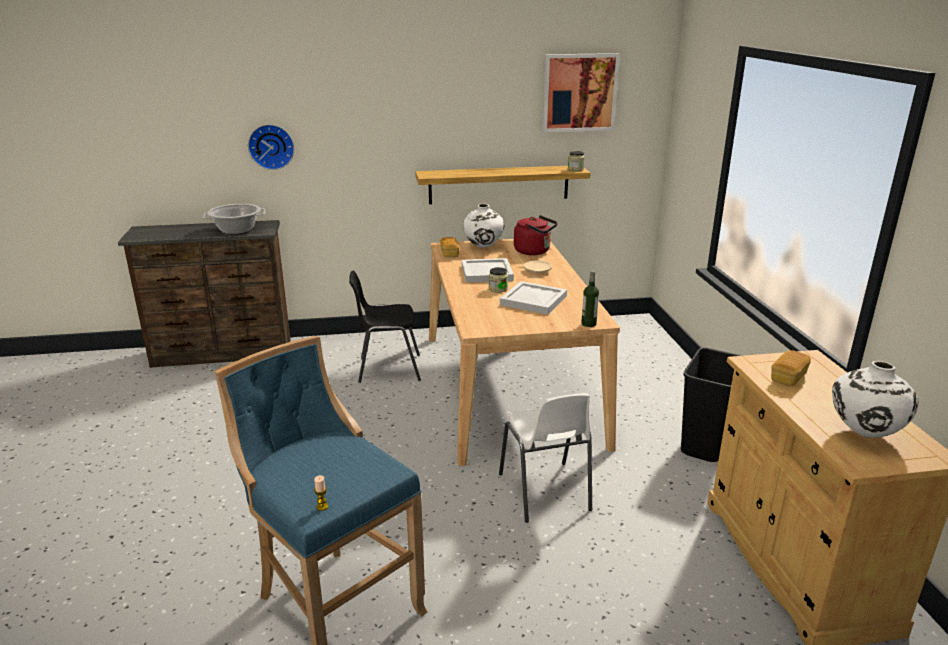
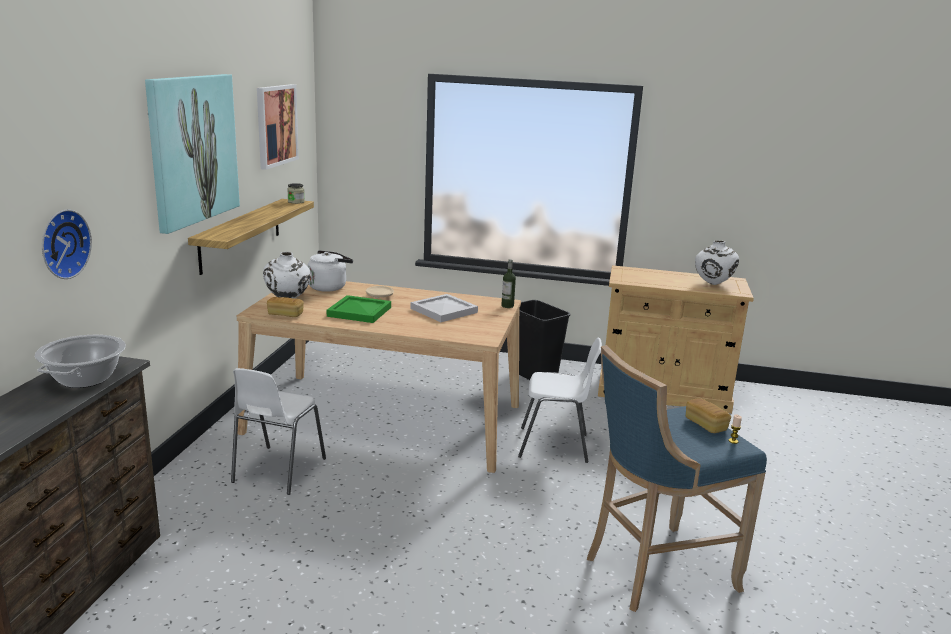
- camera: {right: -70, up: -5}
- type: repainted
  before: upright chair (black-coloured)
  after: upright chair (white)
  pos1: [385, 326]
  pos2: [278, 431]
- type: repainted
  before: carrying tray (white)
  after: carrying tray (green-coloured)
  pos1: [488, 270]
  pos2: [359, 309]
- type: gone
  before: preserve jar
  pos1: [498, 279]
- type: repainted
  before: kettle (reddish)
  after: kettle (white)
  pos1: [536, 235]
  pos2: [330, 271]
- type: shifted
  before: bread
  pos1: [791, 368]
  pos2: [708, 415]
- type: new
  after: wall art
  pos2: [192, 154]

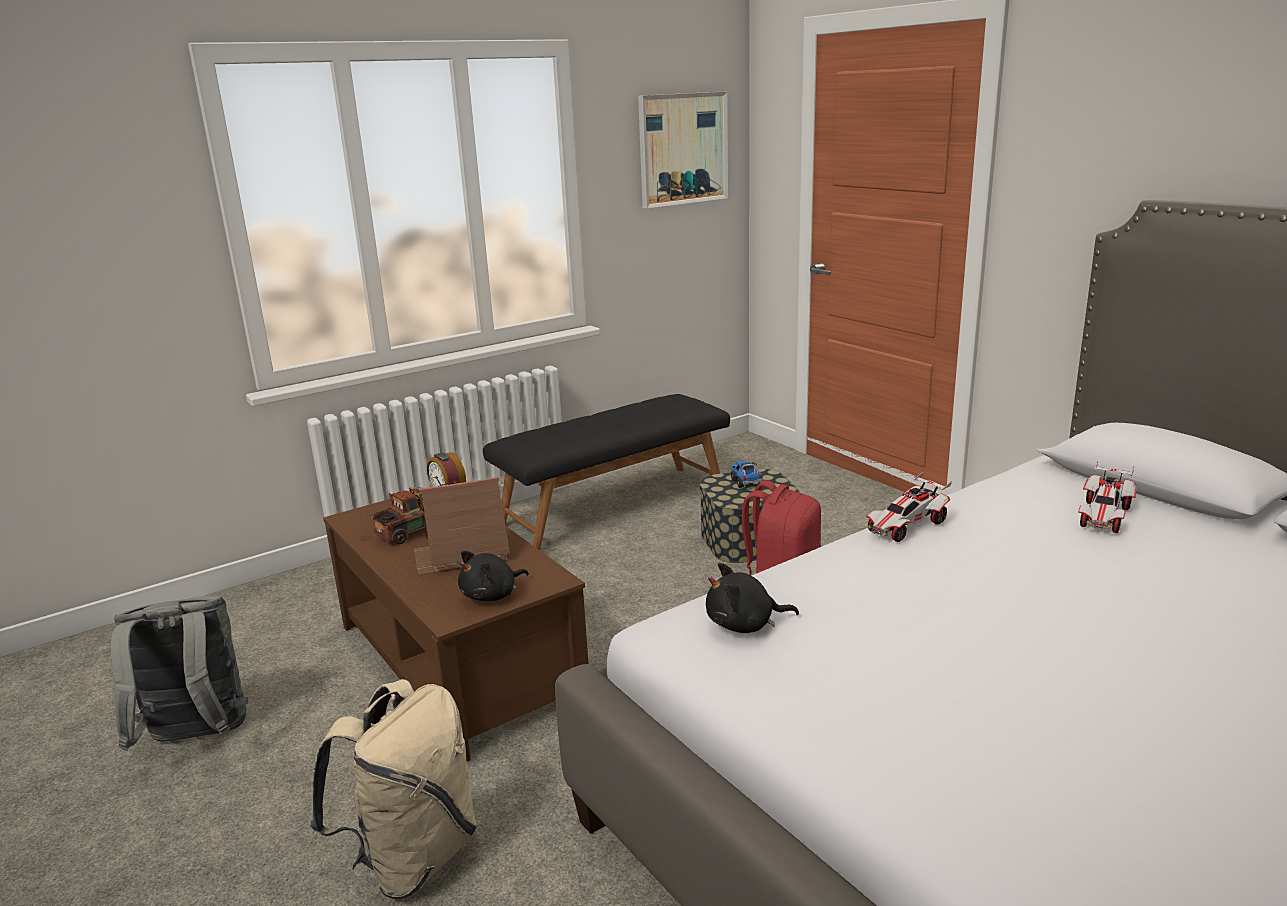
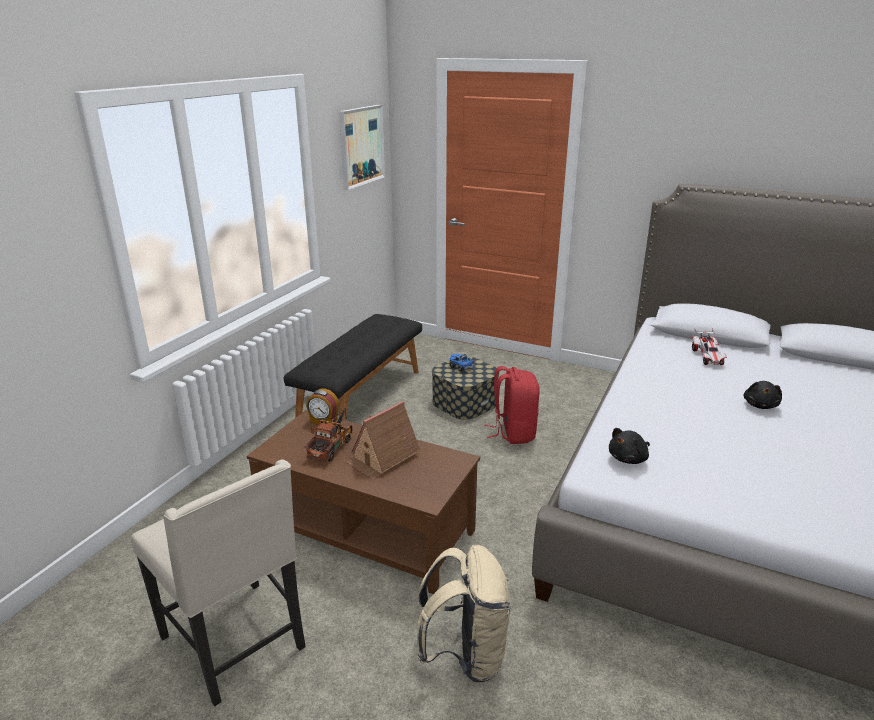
- camera: {right: -30, up: 5}
- type: swapped
  before: rucksack (grey)
  after: upright chair (beige-coloured)
  pos1: [179, 673]
  pos2: [218, 582]
- type: shifted
  before: soft toy (black-coloured)
  pos1: [493, 575]
  pos2: [763, 395]
- type: gone
  before: toy car
  pos1: [909, 507]

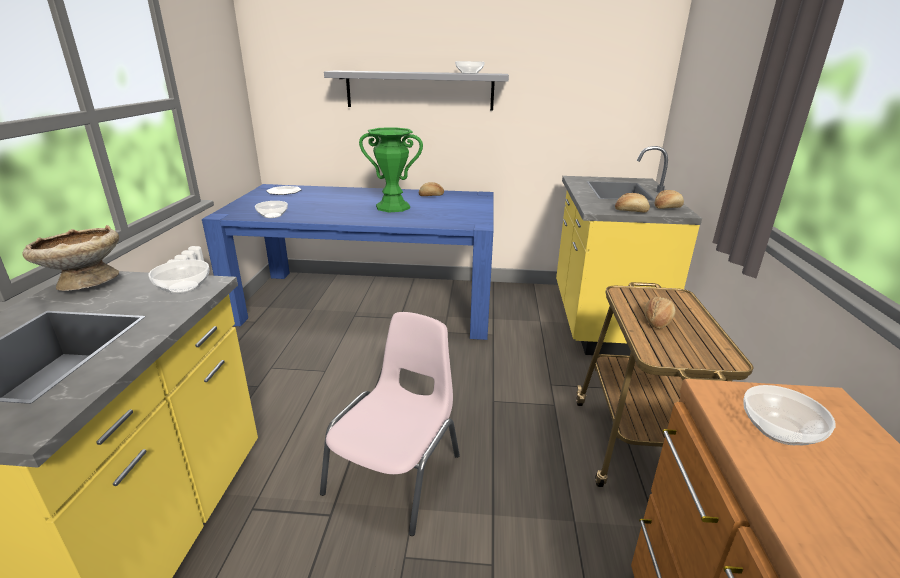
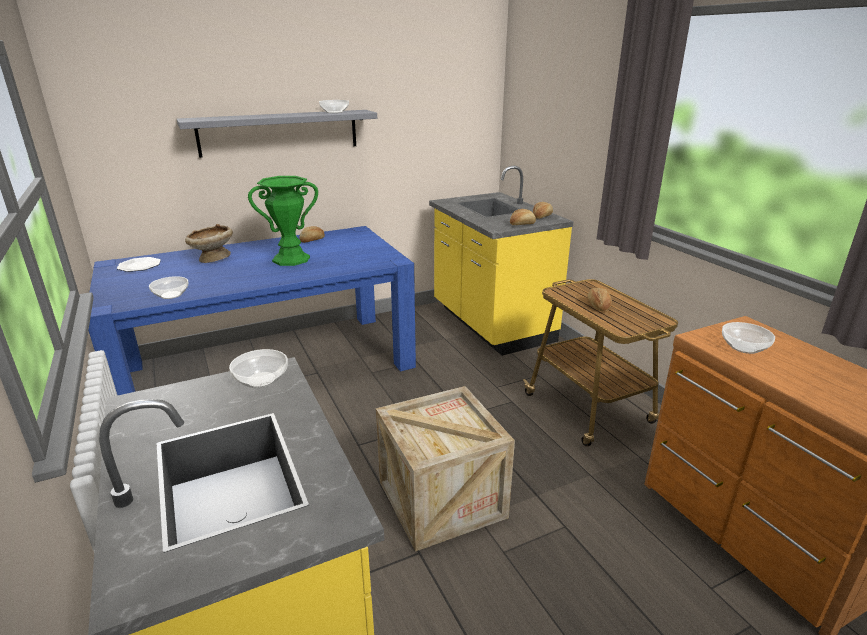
- camera: {right: -30, up: 0}
- type: shifted
  before: serving bowl (beige-coloured)
  pos1: [70, 258]
  pos2: [209, 243]
- type: swapped
  before: upright chair (pink-coloured)
  after: packing crate
  pos1: [390, 424]
  pos2: [445, 469]

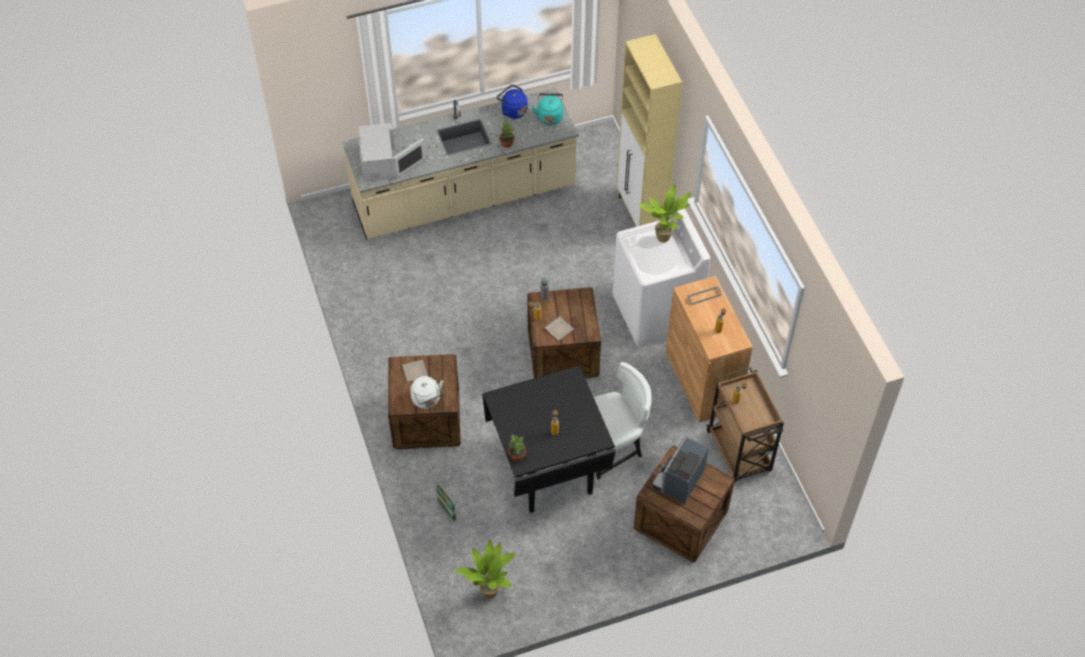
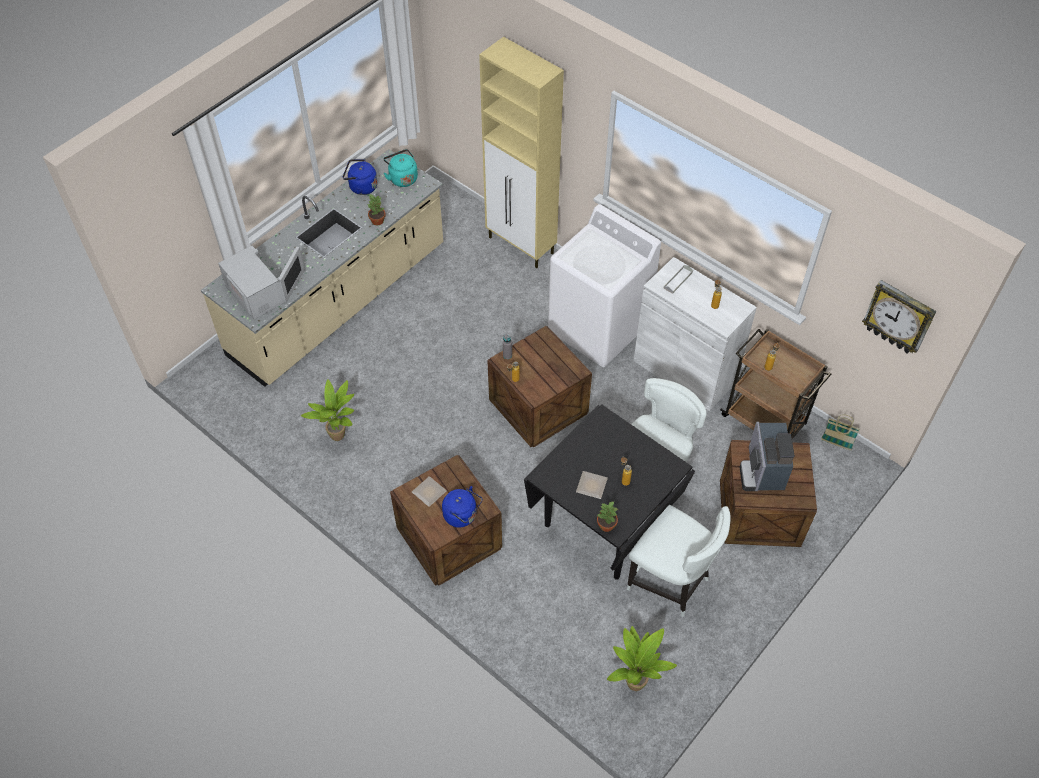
- camera: {right: -30, up: 0}
- type: repainted
  before: kettle (white)
  after: kettle (bluish)
  pos1: [426, 392]
  pos2: [462, 507]
- type: shifted
  before: basket
  pos1: [446, 503]
  pos2: [840, 432]
- type: shifted
  before: plate
  pos1: [559, 328]
  pos2: [592, 485]
- type: shifted
  before: plant in a pot
  pos1: [664, 213]
  pos2: [327, 410]
- type: repainted
  before: cabinet (brownish)
  after: cabinet (white)
  pos1: [709, 349]
  pos2: [695, 334]
- type: new
  after: upright chair (white)
  pos2: [678, 561]
- type: new
  after: hanging clock
  pos2: [899, 317]

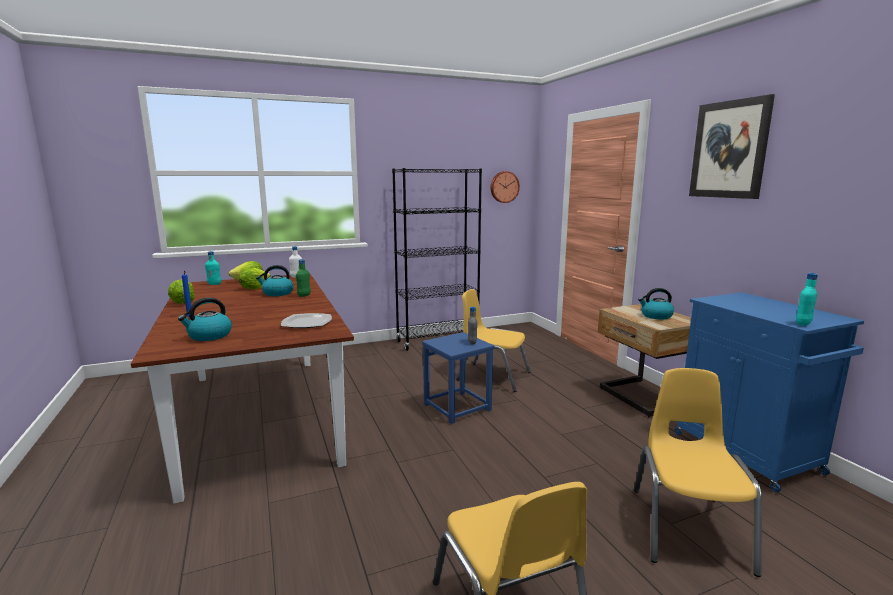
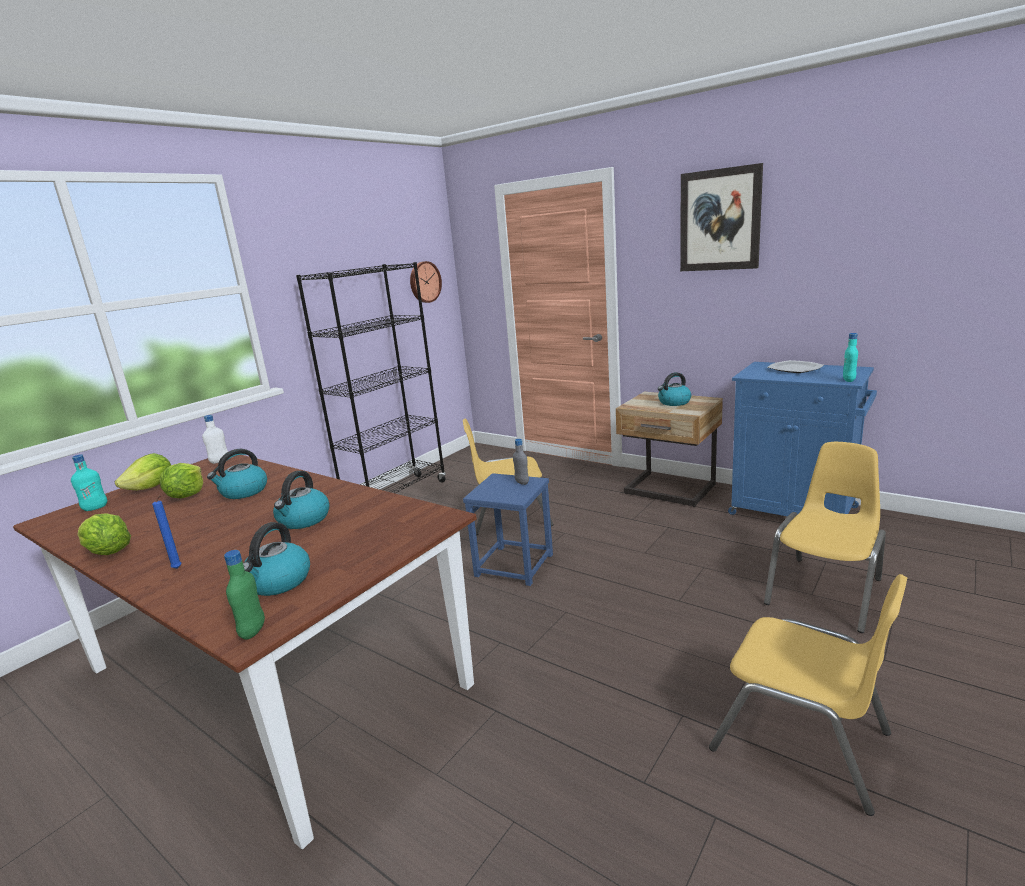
- camera: {right: -30, up: 5}
- type: shifted
  before: plate
  pos1: [306, 320]
  pos2: [795, 366]
- type: shifted
  before: beverage bottle (green-coloured)
  pos1: [303, 278]
  pos2: [244, 595]
- type: rotated
  before: upright chair (yellowish)
  pos1: [698, 472]
  pos2: [825, 537]
  turn: 60
- type: new
  after: kettle
  pos2: [301, 500]

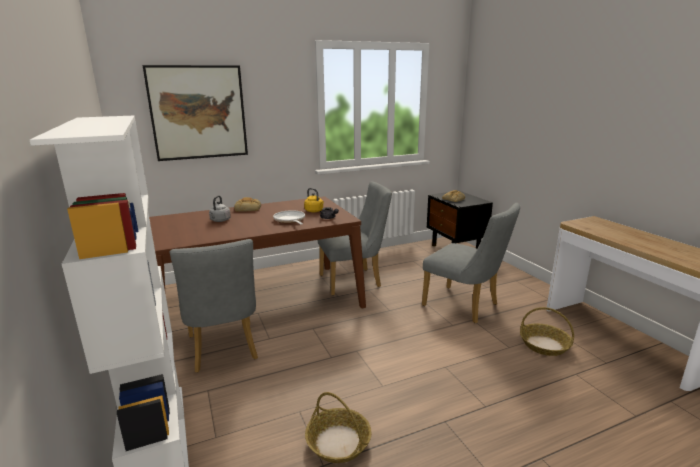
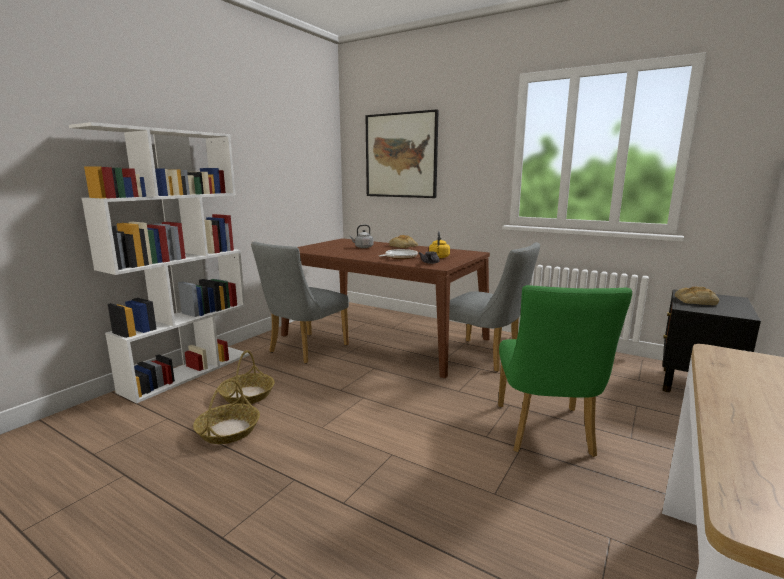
- camera: {right: 55, up: -5}
- type: repainted
  before: upright chair (grey)
  after: upright chair (green-coloured)
  pos1: [471, 263]
  pos2: [565, 371]
- type: shifted
  before: basket
  pos1: [547, 331]
  pos2: [246, 377]

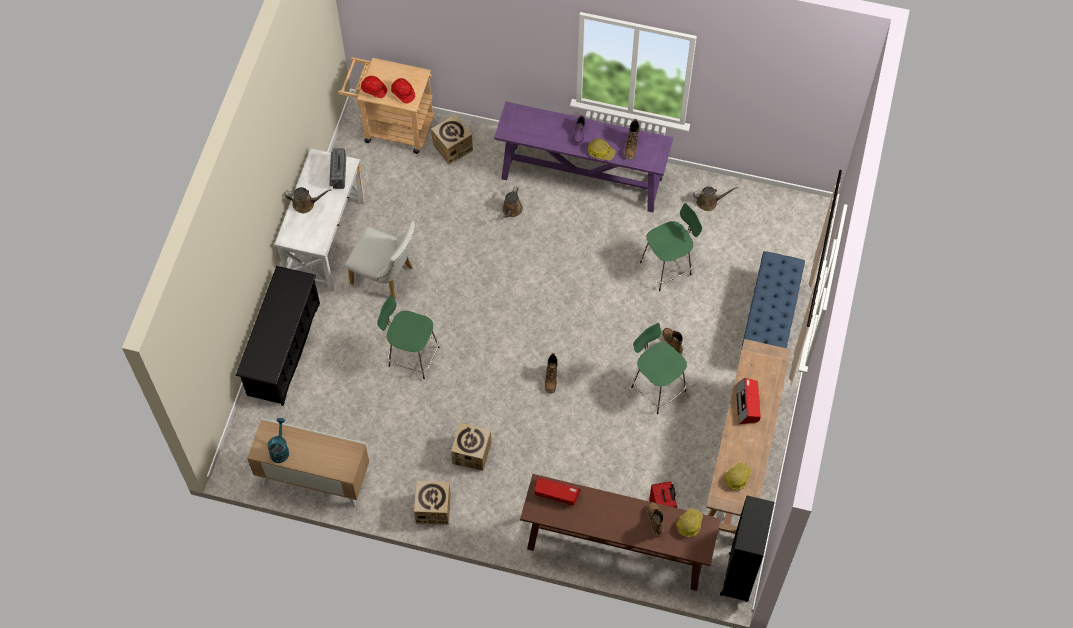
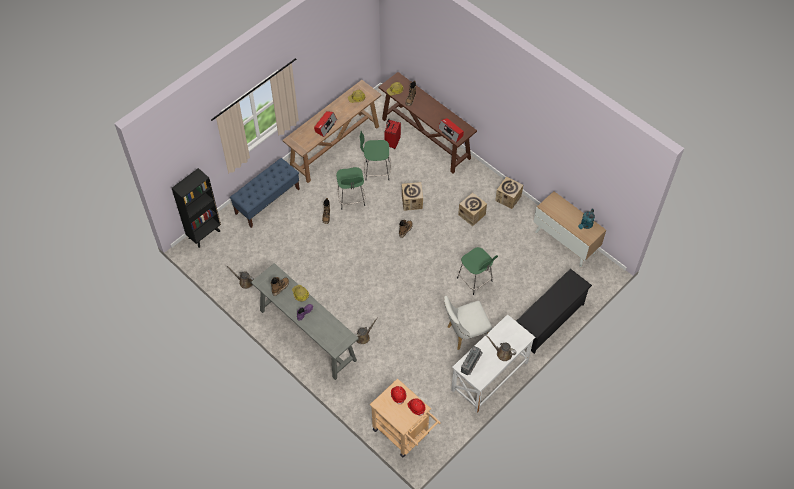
- camera: {right: -150, up: -5}
- type: rotated
  before: upright chair (white)
  pos1: [380, 260]
  pos2: [468, 322]
  turn: -75
- type: shifted
  before: cardboard box
  pos1: [452, 140]
  pos2: [412, 196]
- type: repainted
  before: console table (purple)
  after: console table (grey)
  pos1: [583, 157]
  pos2: [305, 321]
- type: shifted
  before: stool seat (green-coloured)
  pos1: [671, 247]
  pos2: [375, 156]
- type: shifted
  before: bookshelf (black-coloured)
  pos1: [747, 548]
  pos2: [196, 208]

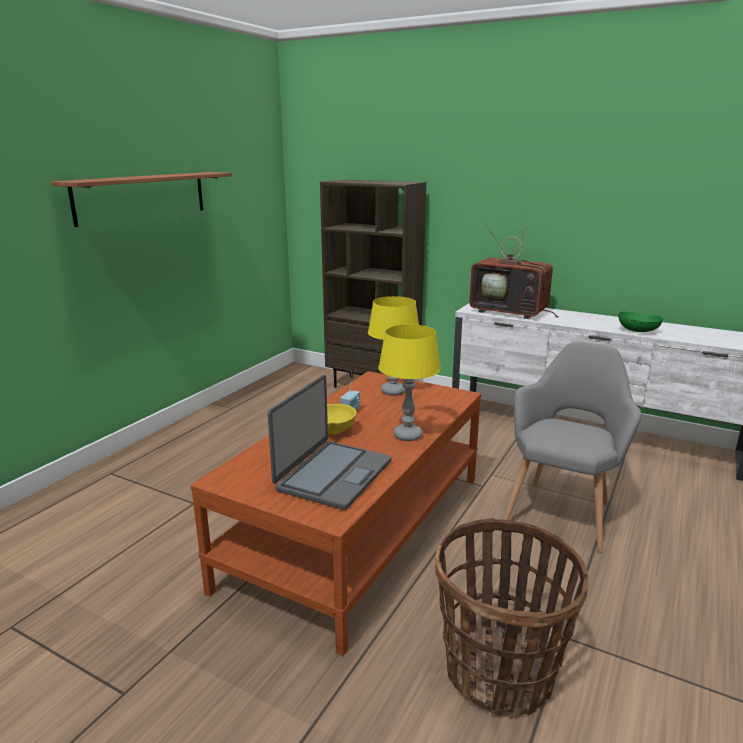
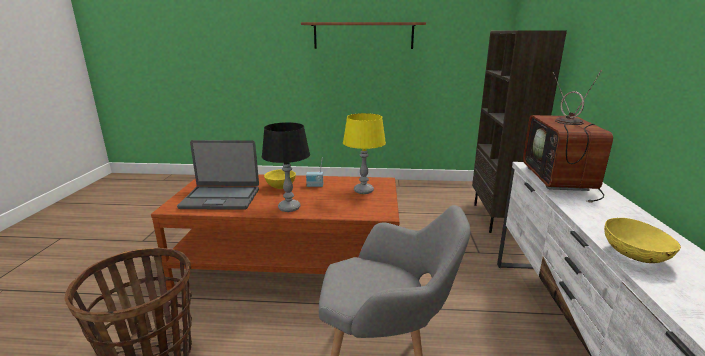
- camera: {right: 65, up: 0}
- type: repainted
  before: table lamp (yellowish)
  after: table lamp (black-coloured)
  pos1: [409, 382]
  pos2: [286, 167]
- type: repainted
  before: serving bowl (green-coloured)
  after: serving bowl (yellowish)
  pos1: [641, 321]
  pos2: [642, 240]

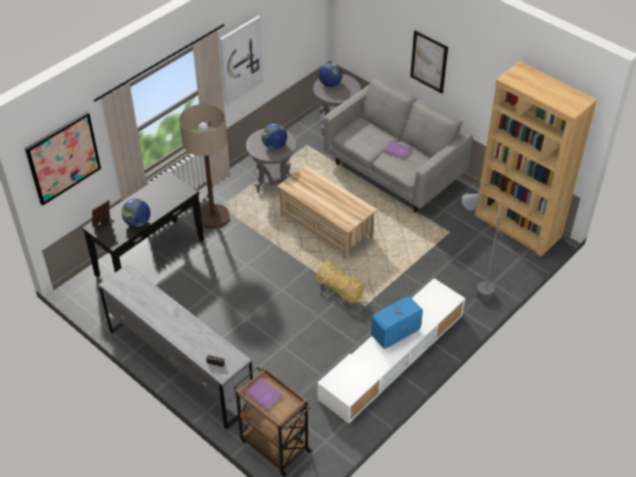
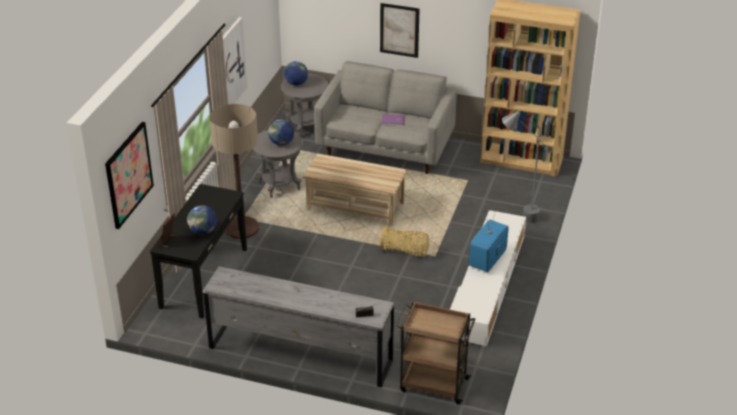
- camera: {right: -25, up: -10}
- type: gone
  before: volume (purple)
  pos1: [264, 394]

